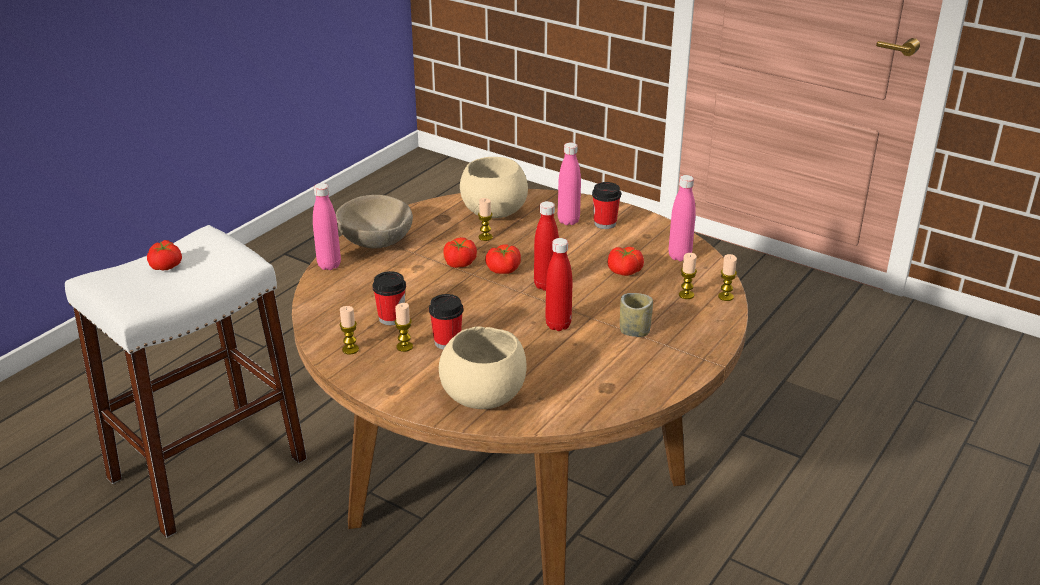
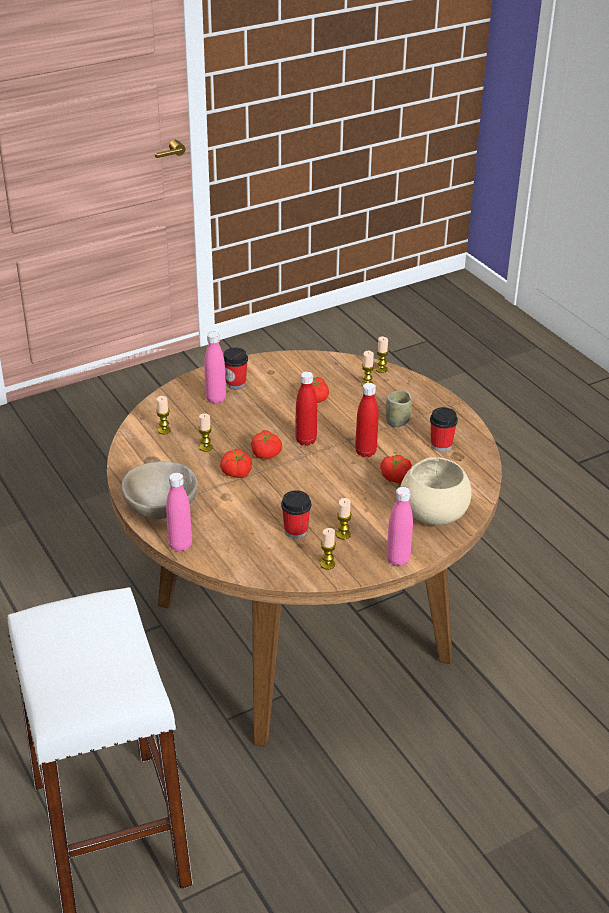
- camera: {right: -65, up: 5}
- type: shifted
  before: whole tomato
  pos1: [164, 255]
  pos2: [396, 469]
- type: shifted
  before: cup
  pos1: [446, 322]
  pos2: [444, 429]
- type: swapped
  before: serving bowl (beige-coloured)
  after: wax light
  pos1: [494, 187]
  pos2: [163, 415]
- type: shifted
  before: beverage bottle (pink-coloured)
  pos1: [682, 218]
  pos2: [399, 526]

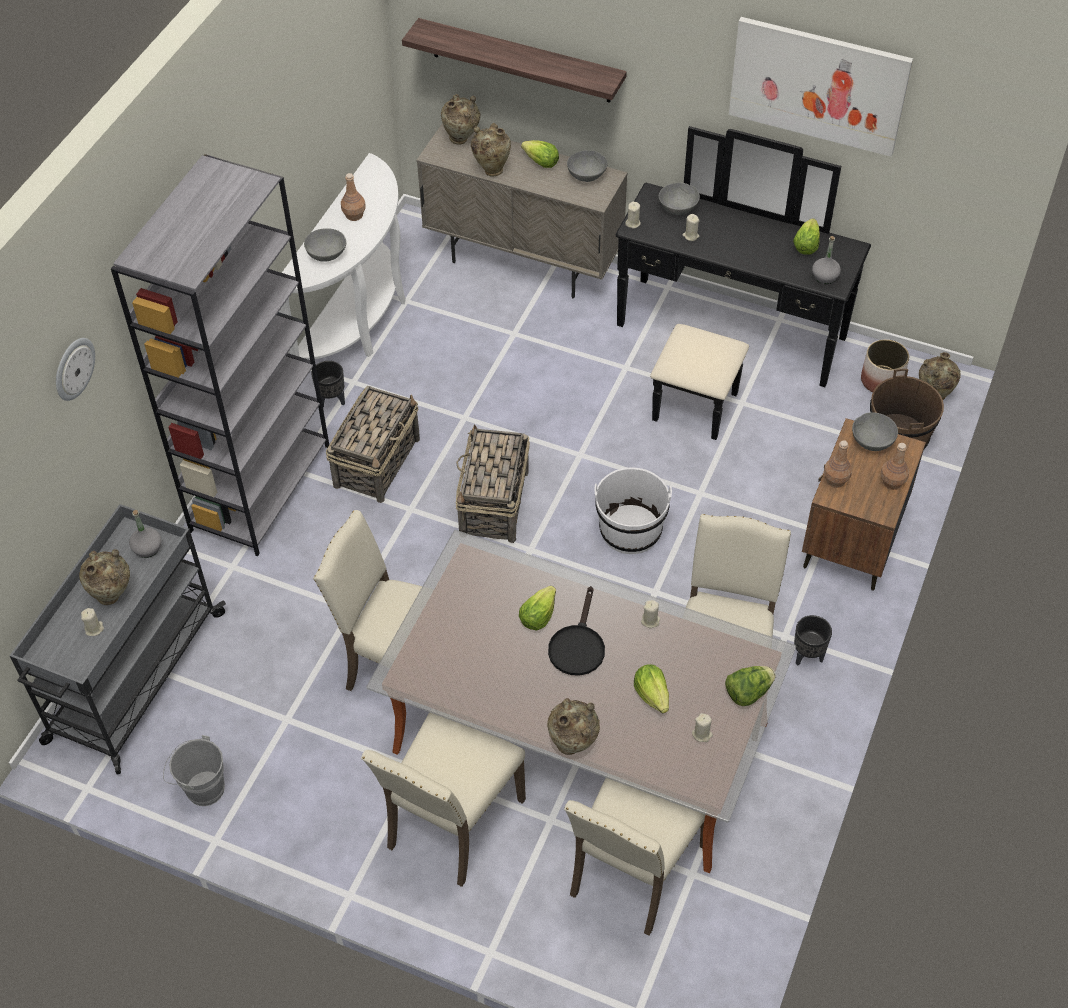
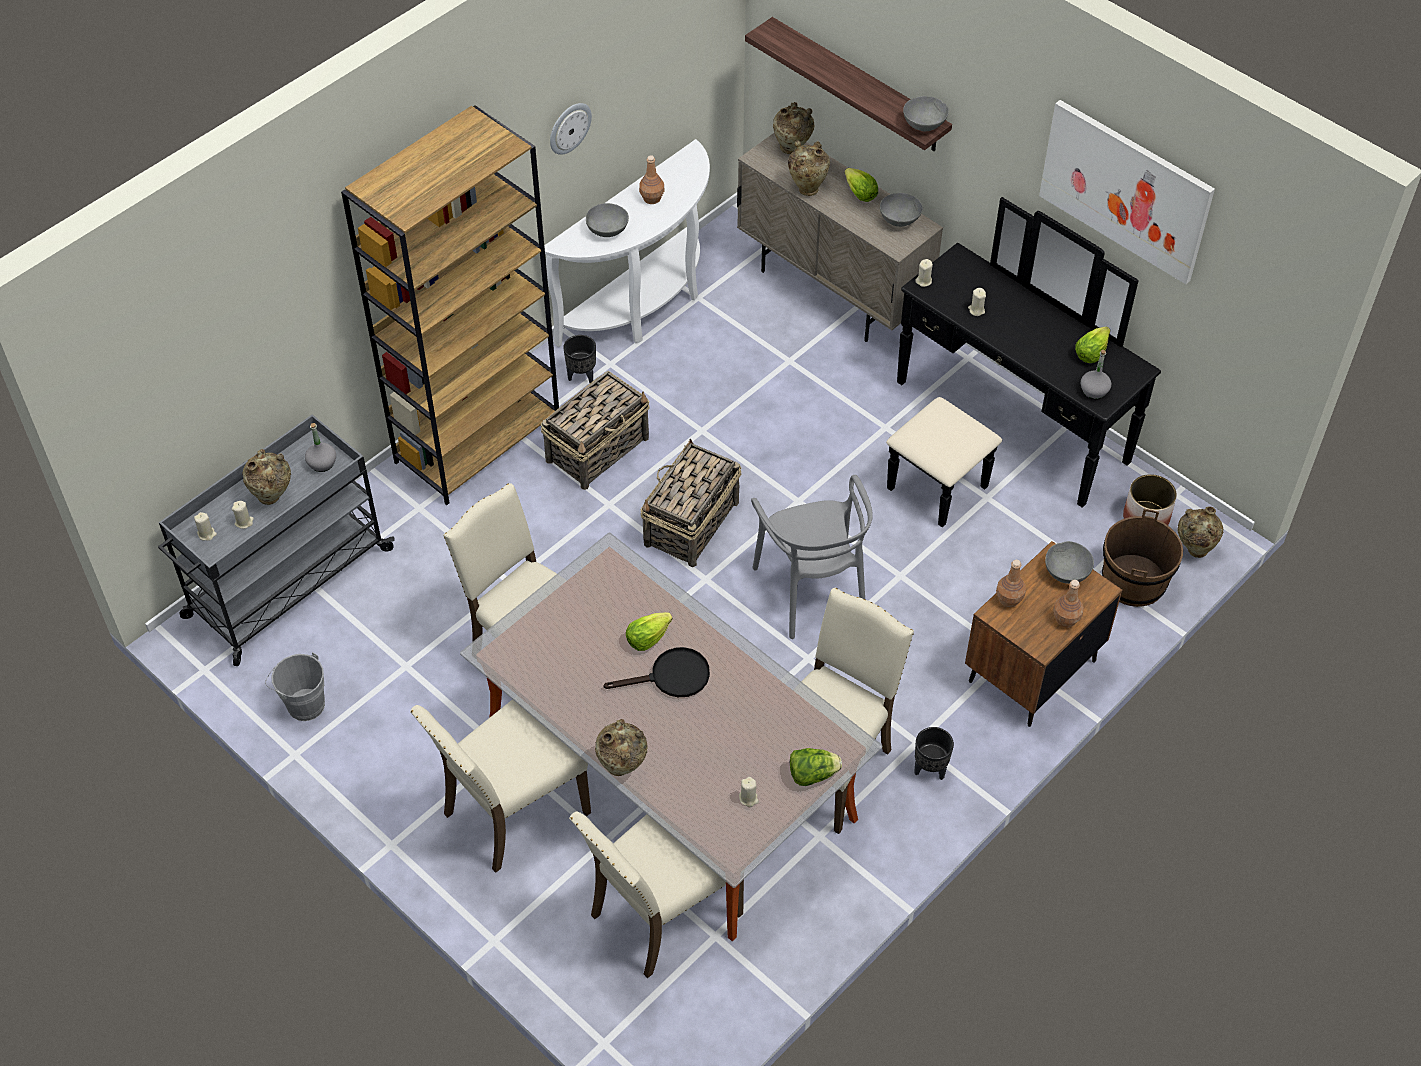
- camera: {right: 20, up: 0}
- type: shifted
  before: hanging clock
  pos1: [75, 369]
  pos2: [571, 129]
- type: repainted
  before: bookshelf (grey)
  after: bookshelf (brownish)
  pos1: [220, 355]
  pos2: [450, 305]
- type: rotated
  before: frying pan (black-coloured)
  pos1: [576, 631]
  pos2: [656, 672]
  turn: -135
- type: swapped
  before: water bucket (white)
  after: upright chair (grey)
  pos1: [633, 510]
  pos2: [812, 557]
- type: gone
  before: lettuce
  pos1: [651, 689]
- type: shifted
  before: wax light (beige-coloured)
  pos1: [650, 614]
  pos2: [205, 526]
- type: shifted
  before: serving bowl (grey)
  pos1: [679, 199]
  pos2: [926, 113]

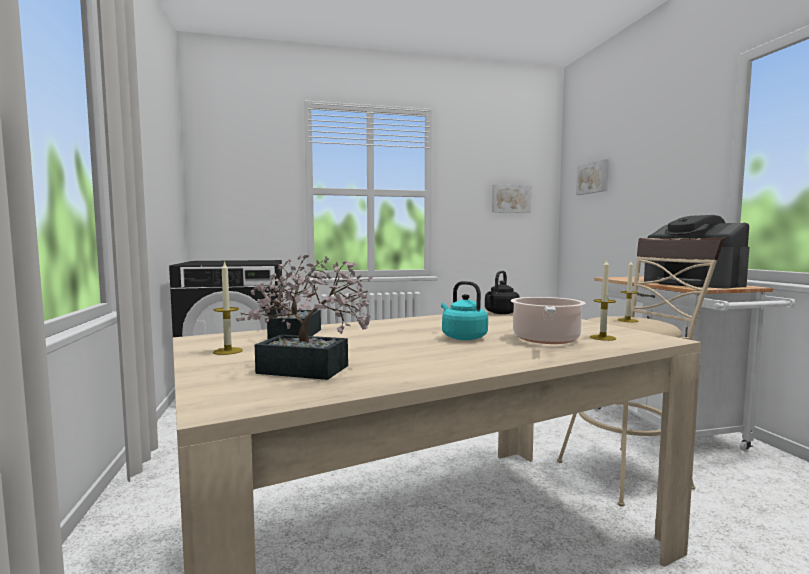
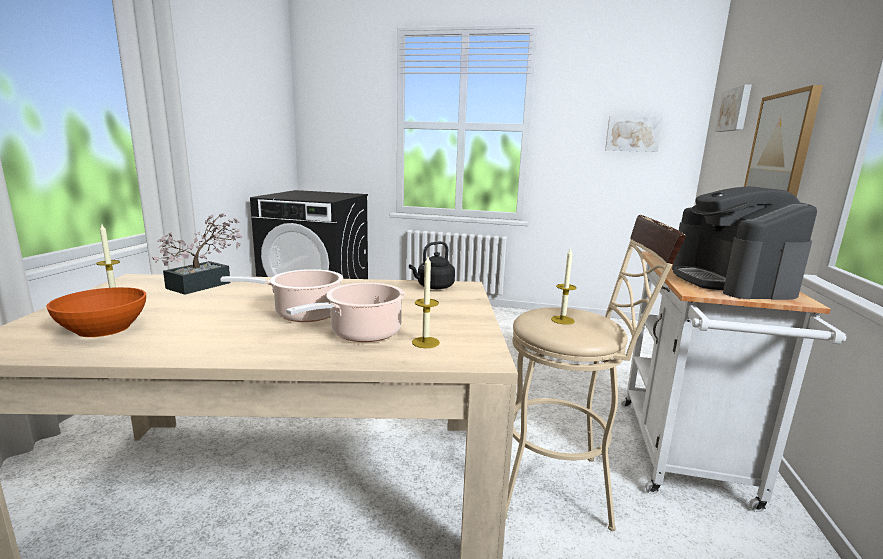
- camera: {right: 25, up: 10}
- type: swapped
  before: plant in a pot
  after: serving bowl (orangey)
  pos1: [304, 320]
  pos2: [96, 312]
- type: swapped
  before: kettle (turquoise-coloured)
  after: cooking pot
  pos1: [464, 310]
  pos2: [281, 295]
- type: new
  after: wall art
  pos2: [783, 141]

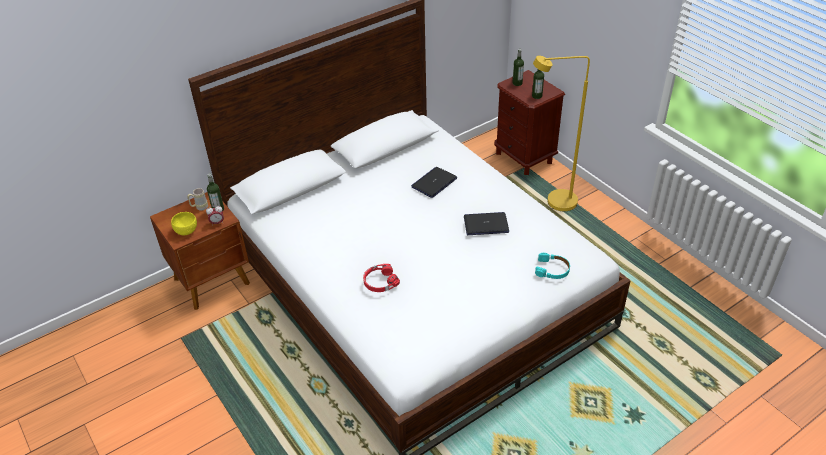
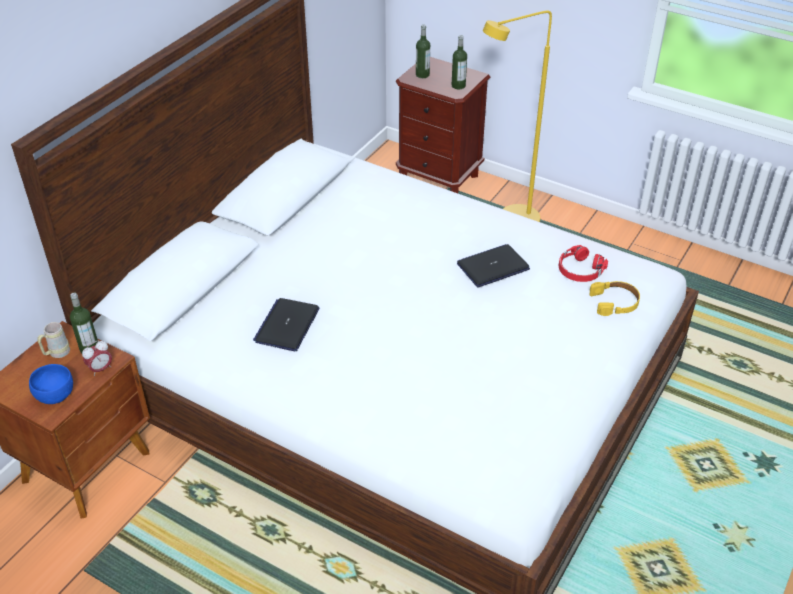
- camera: {right: -25, up: 0}
- type: repainted
  before: serving bowl (yellowish)
  after: serving bowl (bluish)
  pos1: [184, 223]
  pos2: [51, 384]
- type: shifted
  before: headphones (reddish)
  pos1: [381, 278]
  pos2: [583, 263]
- type: shifted
  before: notebook computer
  pos1: [434, 182]
  pos2: [286, 324]
- type: repainted
  before: headphones (turquoise-coloured)
  after: headphones (yellowish)
  pos1: [552, 266]
  pos2: [614, 298]

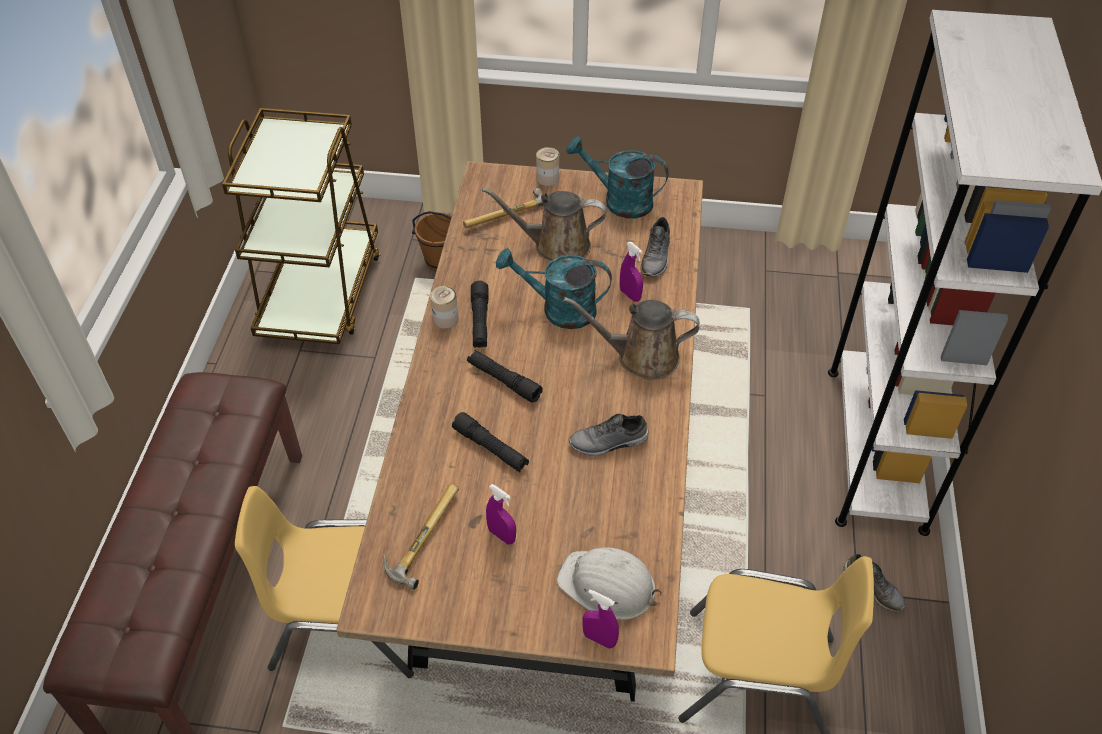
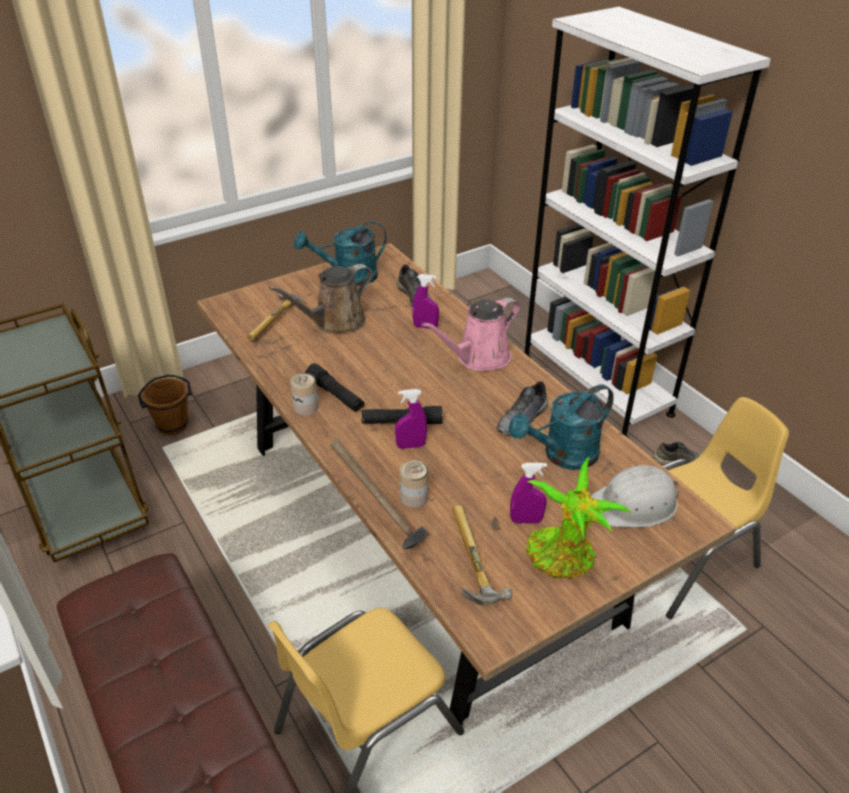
- camera: {right: -40, up: -10}
- type: gone
  before: hand torch (black-coloured)
  pos1: [490, 442]
- type: shifted
  before: watering can (turquoise-coloured)
  pos1: [554, 288]
  pos2: [561, 427]
- type: shifted
  before: can
  pos1: [547, 166]
  pos2: [414, 484]
- type: repainted
  before: watering can (brownish)
  after: watering can (pink-coloured)
  pos1: [632, 338]
  pos2: [471, 334]
- type: shifted
  before: sprayer (purple)
  pos1: [600, 619]
  pos2: [411, 419]
- type: new
  after: tool hammer
  pos2: [379, 494]
- type: new
  after: plant in a pot
  pos2: [579, 517]

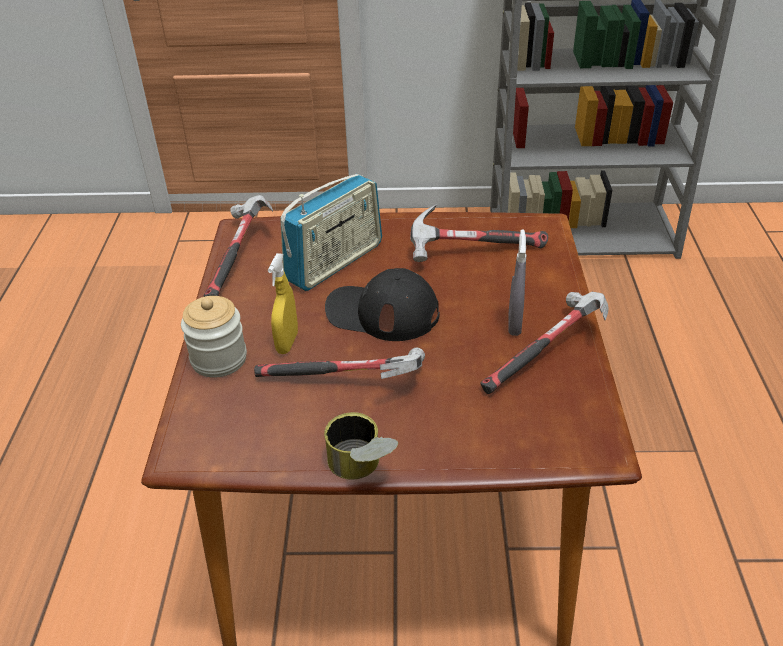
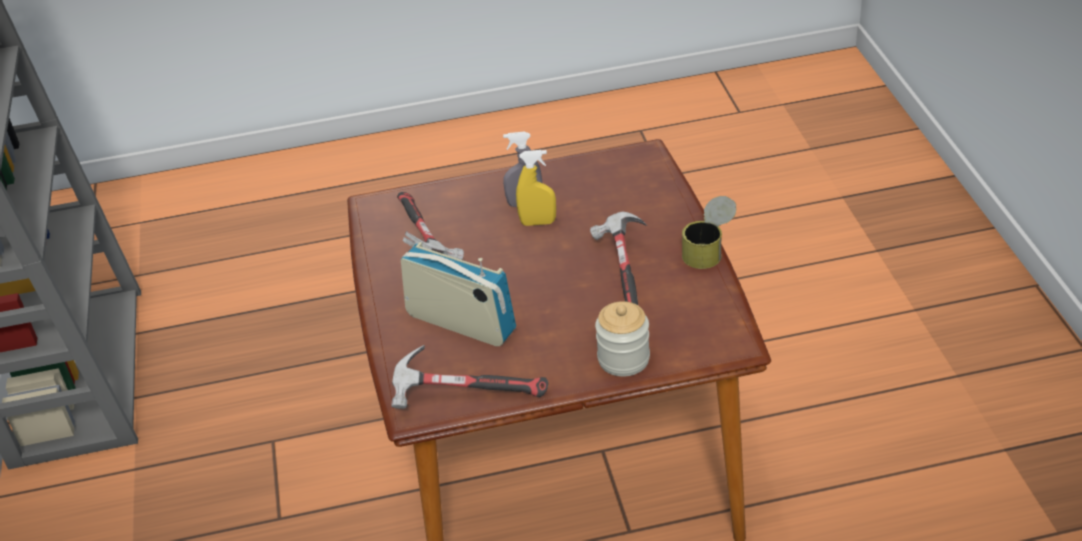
- camera: {right: -100, up: 0}
- type: shifted
  before: sprayer (yellowish)
  pos1: [283, 303]
  pos2: [536, 188]
- type: gone
  before: baseball cap (black-coloured)
  pos1: [382, 304]
- type: gone
  before: tool hammer
  pos1: [544, 343]

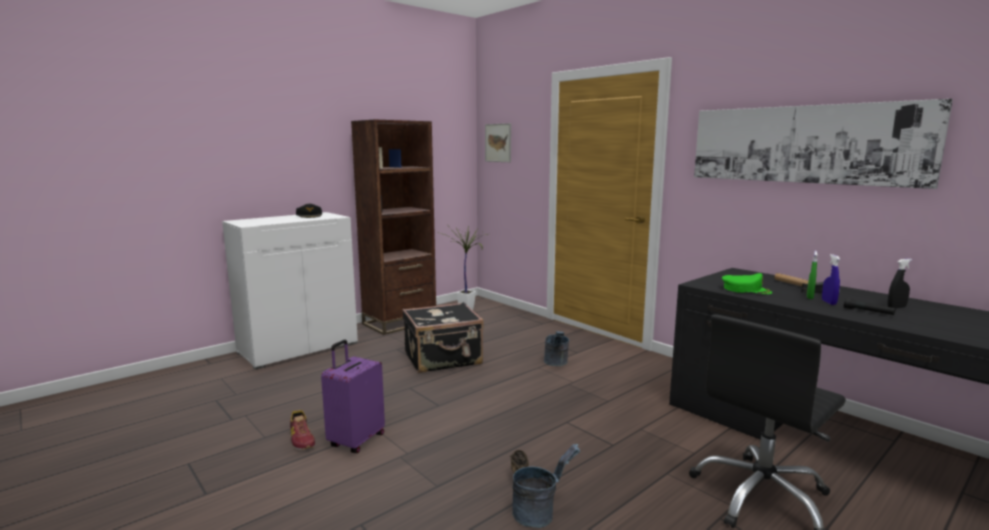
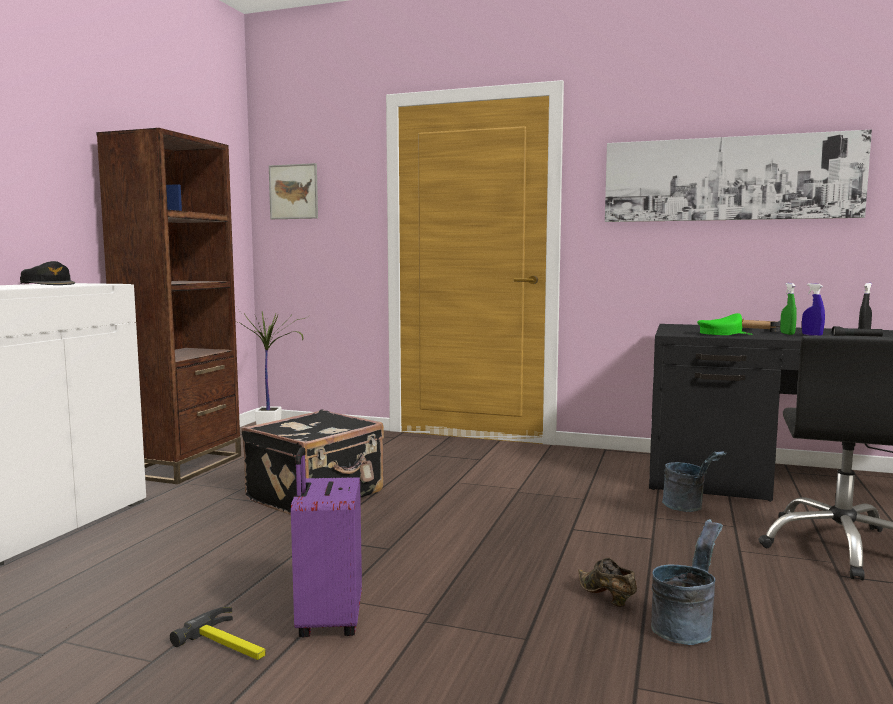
- camera: {right: -30, up: -5}
- type: swapped
  before: shoe
  after: tool hammer
  pos1: [302, 430]
  pos2: [218, 633]
- type: shifted
  before: water bucket (grey)
  pos1: [556, 348]
  pos2: [694, 481]

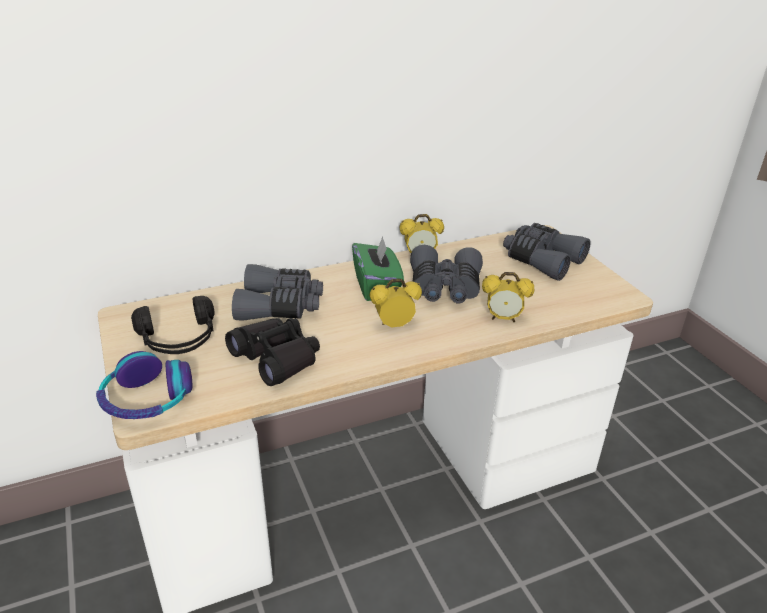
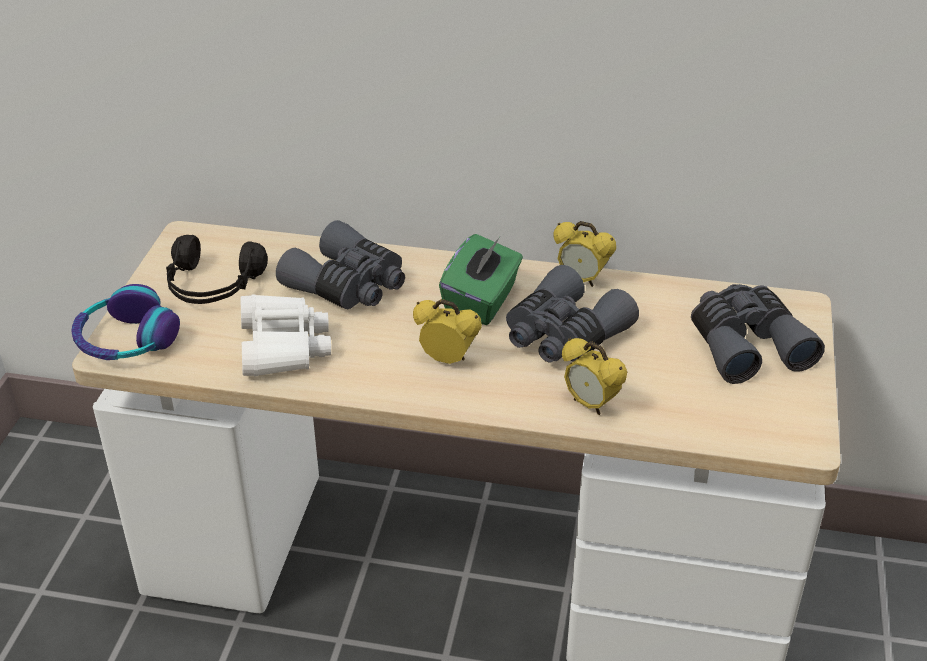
- camera: {right: 35, up: 5}
- type: repainted
  before: binoculars (black-coloured)
  after: binoculars (white)
  pos1: [272, 352]
  pos2: [285, 335]

